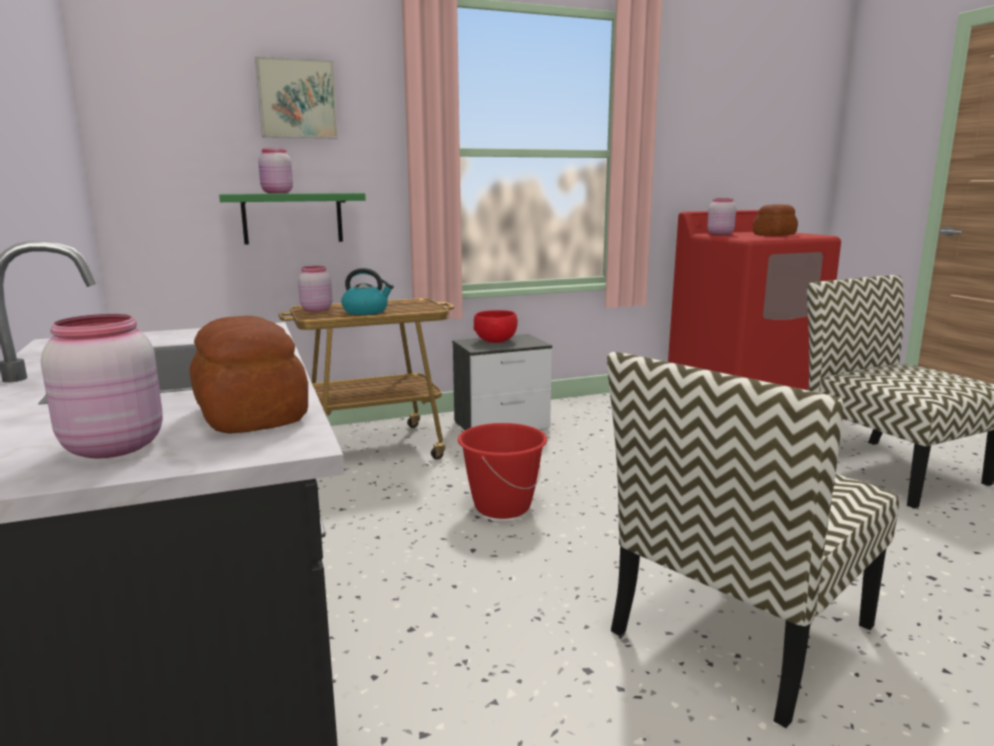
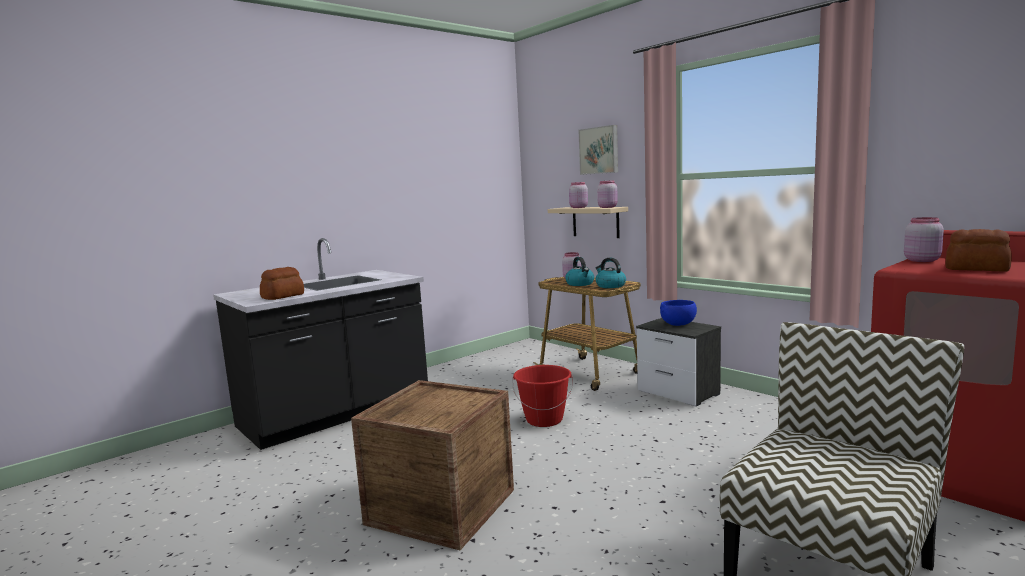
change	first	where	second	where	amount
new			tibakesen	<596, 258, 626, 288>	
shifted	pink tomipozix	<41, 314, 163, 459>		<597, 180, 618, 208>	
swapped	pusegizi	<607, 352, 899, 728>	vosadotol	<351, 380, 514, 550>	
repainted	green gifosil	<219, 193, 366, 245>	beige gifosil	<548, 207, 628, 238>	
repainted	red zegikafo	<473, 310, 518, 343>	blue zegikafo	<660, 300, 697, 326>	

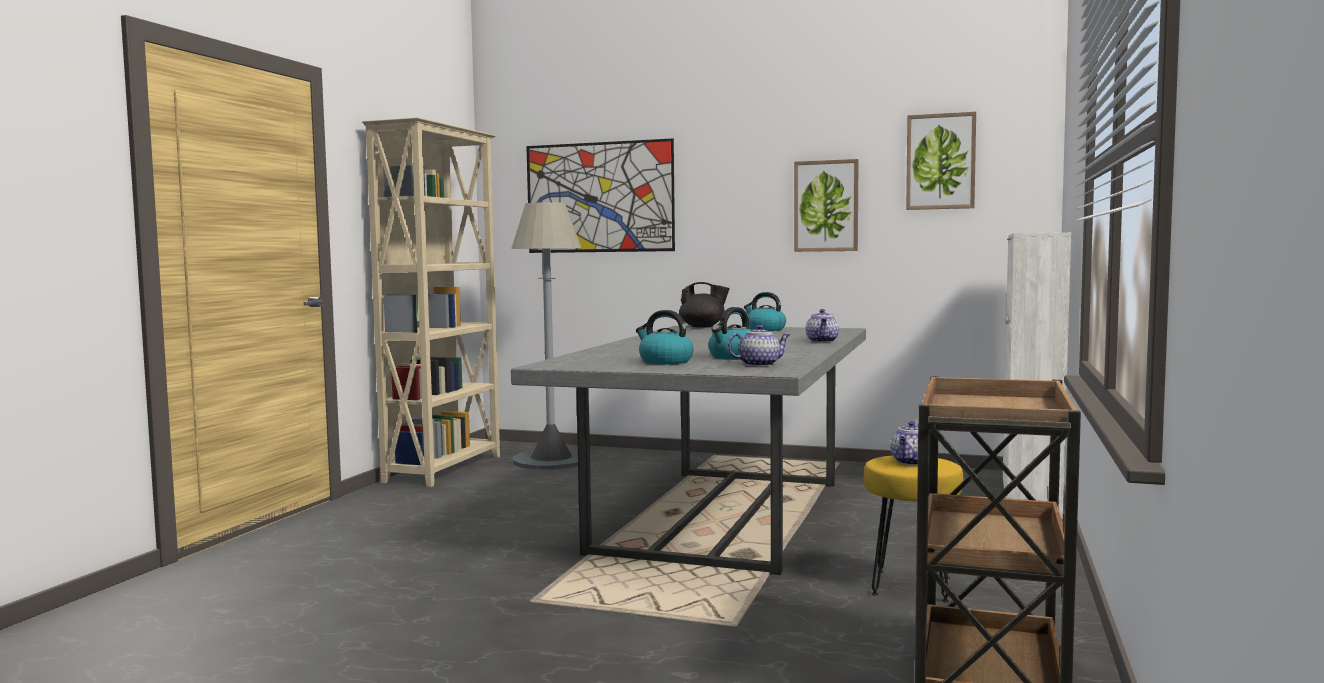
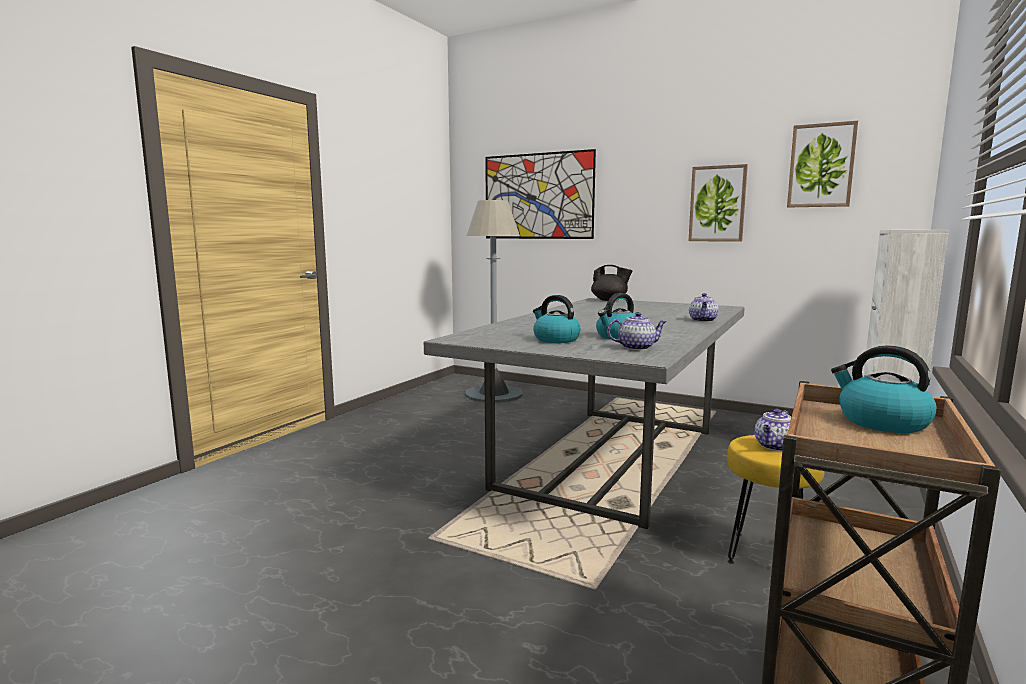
change	first	where	second	where	amount
gone	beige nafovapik	<362, 117, 500, 487>			
shifted	tibakesen	<744, 292, 786, 331>		<831, 345, 937, 433>	

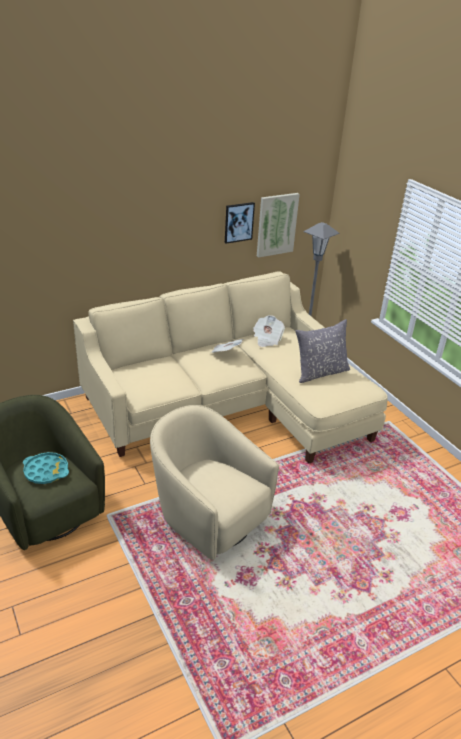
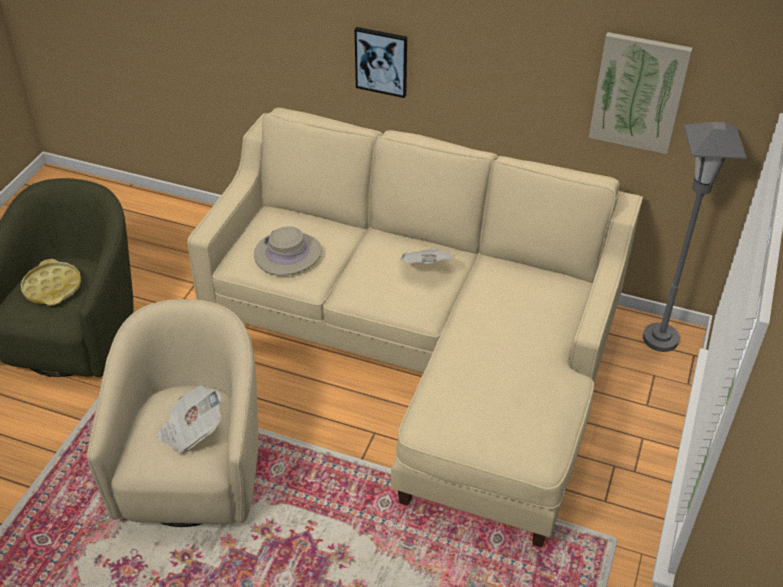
change	first	where	second	where	amount
gone	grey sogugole	<296, 319, 350, 383>			
new			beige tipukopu	<254, 227, 322, 276>	
shifted	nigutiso	<225, 202, 255, 244>		<355, 27, 407, 98>	
shifted	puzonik	<253, 315, 285, 347>		<157, 386, 222, 454>	
repainted	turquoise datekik	<23, 452, 69, 484>	yellow datekik	<21, 259, 81, 306>	

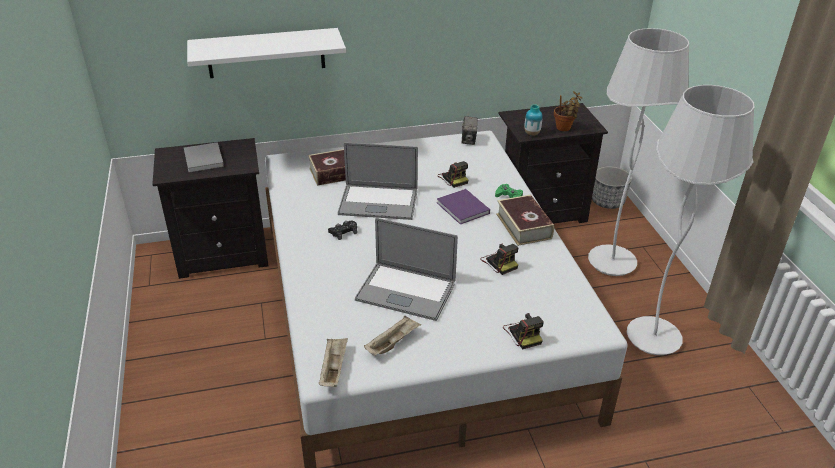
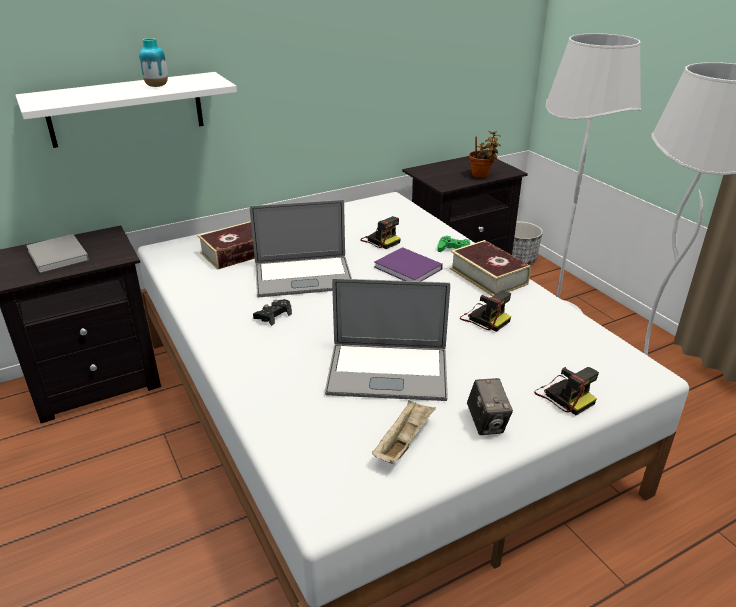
change	first	where	second	where	amount
gone	beige datekik	<319, 338, 348, 387>			
shifted	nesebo	<462, 116, 478, 145>		<467, 378, 513, 435>	
shifted	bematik	<525, 104, 542, 136>		<139, 38, 168, 87>	

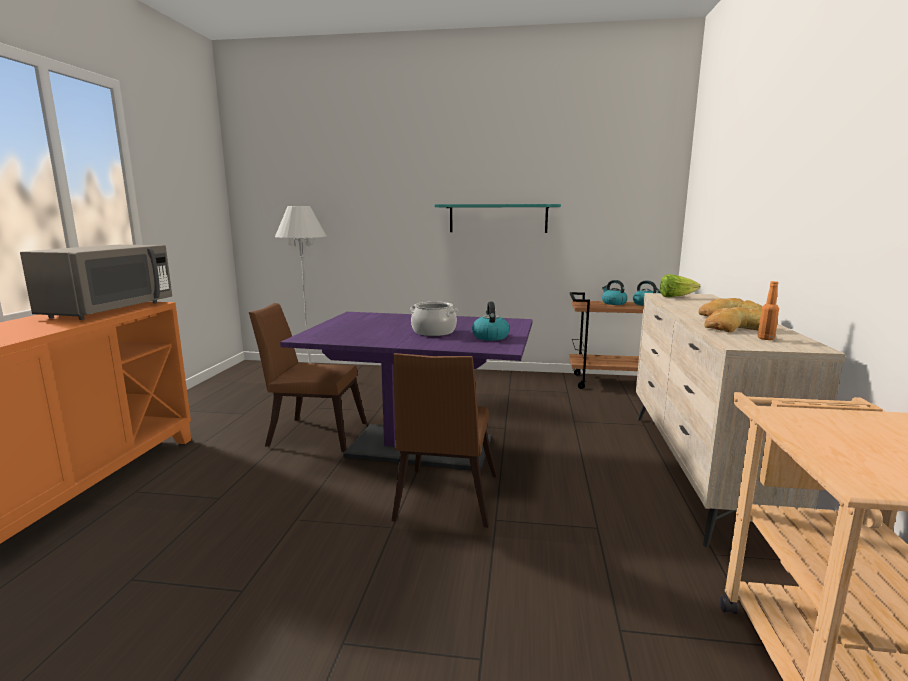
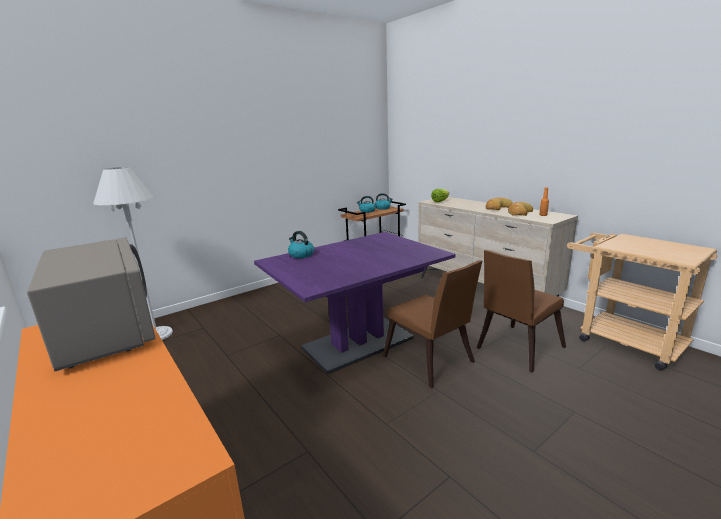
change	first	where	second	where	amount
gone	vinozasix	<410, 302, 458, 336>			
gone	turquoise gifosil	<435, 204, 561, 233>			
shifted	brown pusegizi	<249, 303, 367, 452>		<477, 250, 566, 372>	
shifted	tibakesen	<472, 302, 510, 341>		<288, 231, 314, 258>	

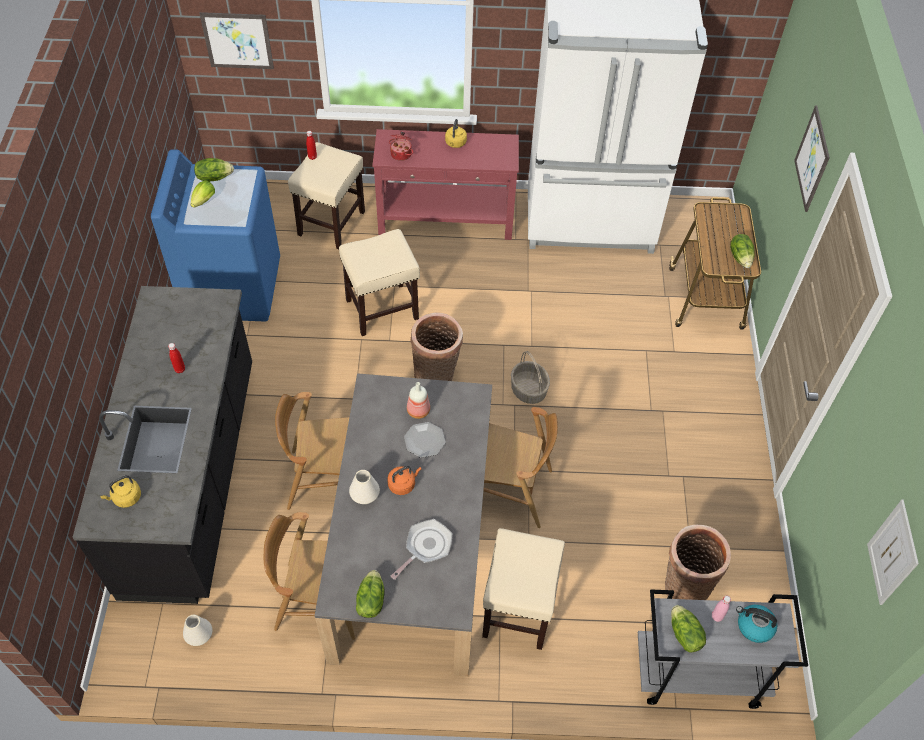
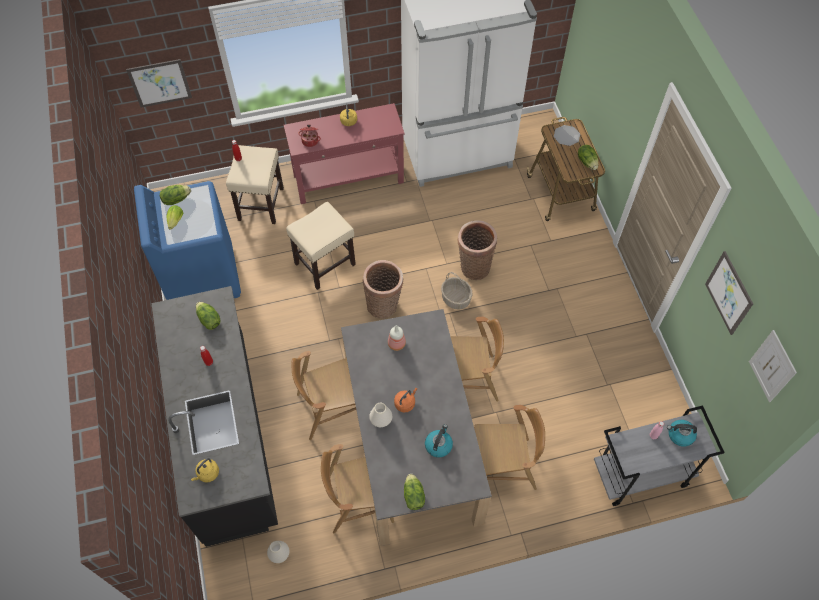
change	first	where	second	where	amount
shifted	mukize	<404, 422, 446, 458>		<554, 125, 580, 146>	
shifted	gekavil	<665, 525, 731, 600>		<458, 220, 497, 280>	
shifted	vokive	<671, 605, 706, 652>		<196, 302, 220, 330>	
shifted	nigutiso	<794, 106, 830, 212>		<705, 251, 753, 335>	
swapped	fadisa	<391, 519, 452, 580>	tibakesen	<425, 424, 453, 457>	
swapped	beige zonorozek	<482, 528, 565, 650>	brown pusegizi	<474, 405, 545, 490>	

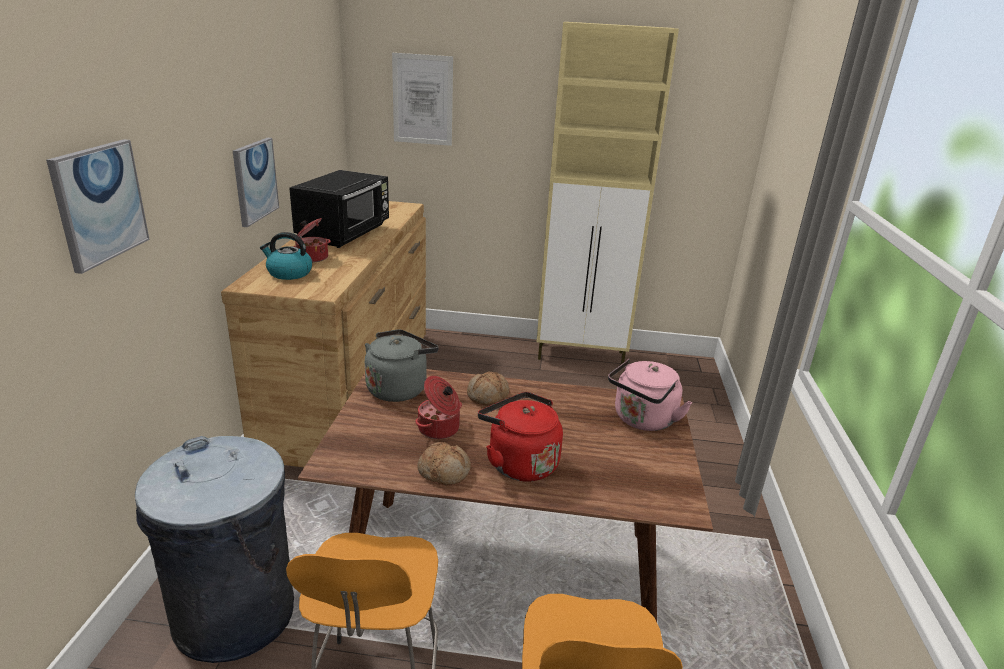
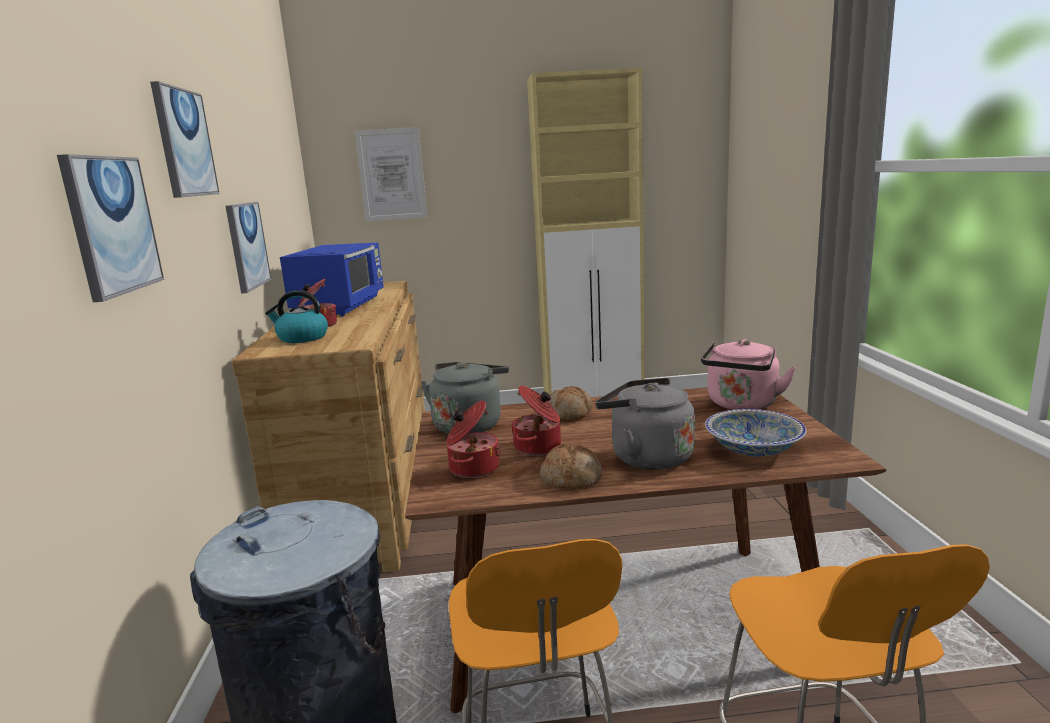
change	first	where	second	where	amount
new			nigutiso	<150, 81, 219, 198>	
new			vinozasix	<446, 400, 500, 478>	
new			zegikafo	<705, 409, 807, 457>	
repainted	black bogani	<289, 170, 389, 248>	blue bogani	<280, 243, 384, 316>	
repainted	red tibakesen	<478, 392, 563, 482>	grey tibakesen	<595, 378, 695, 470>	

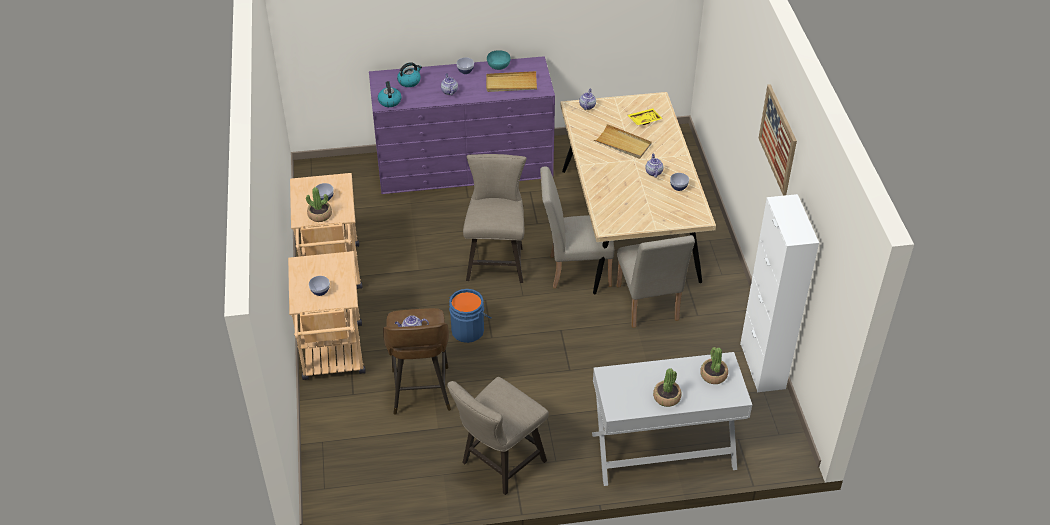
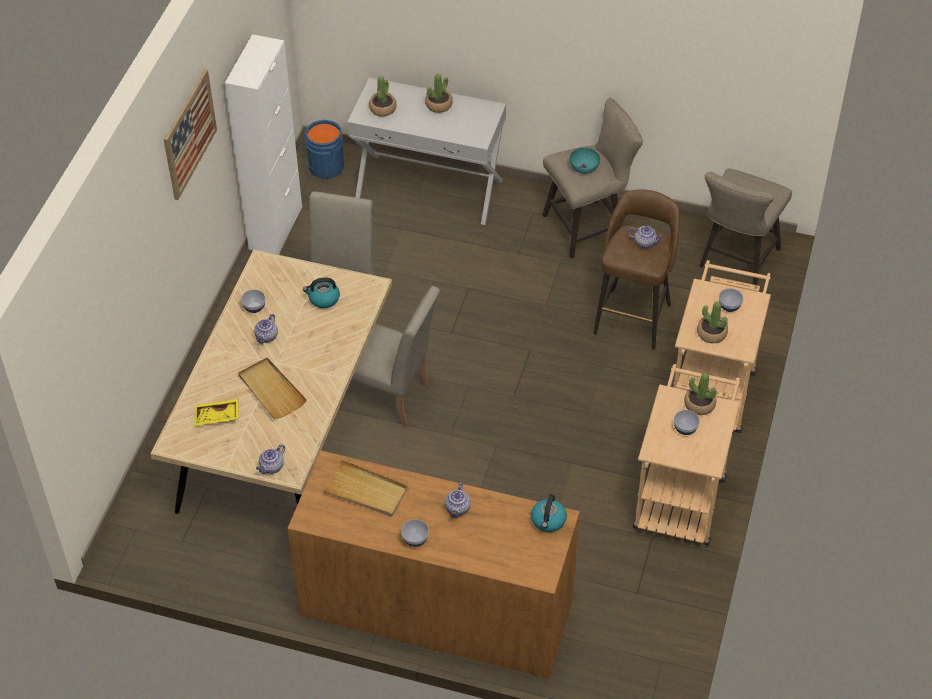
change	first	where	second	where	amount
new			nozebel	<697, 302, 728, 343>	
shifted	tibakesen	<397, 62, 422, 87>		<303, 278, 340, 308>	
shifted	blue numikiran	<449, 289, 492, 343>		<302, 120, 344, 179>	
shifted	beige zonorozek	<463, 154, 527, 283>		<700, 168, 792, 285>	
shifted	turquoise zegikafo	<487, 50, 511, 70>		<570, 148, 600, 174>	
repainted	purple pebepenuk	<369, 56, 555, 194>	brown pebepenuk	<287, 451, 580, 679>	

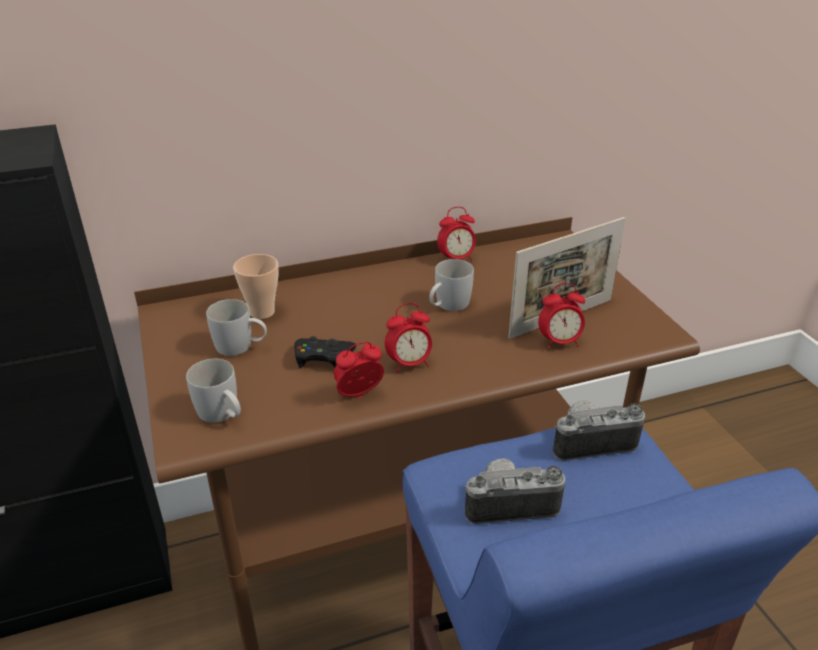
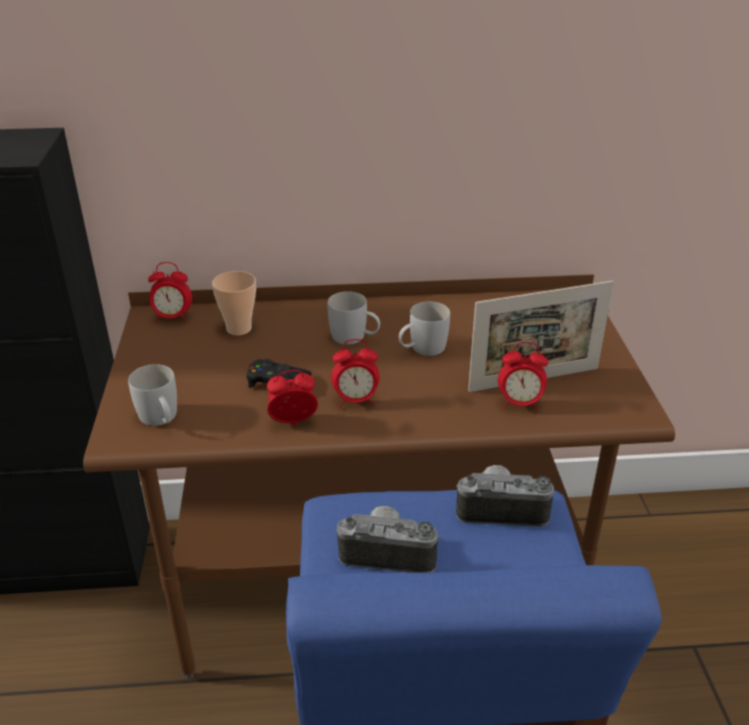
change	first	where	second	where	amount
shifted	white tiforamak	<206, 299, 267, 356>		<328, 291, 380, 345>	
shifted	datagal	<437, 207, 476, 261>		<148, 262, 192, 323>	

